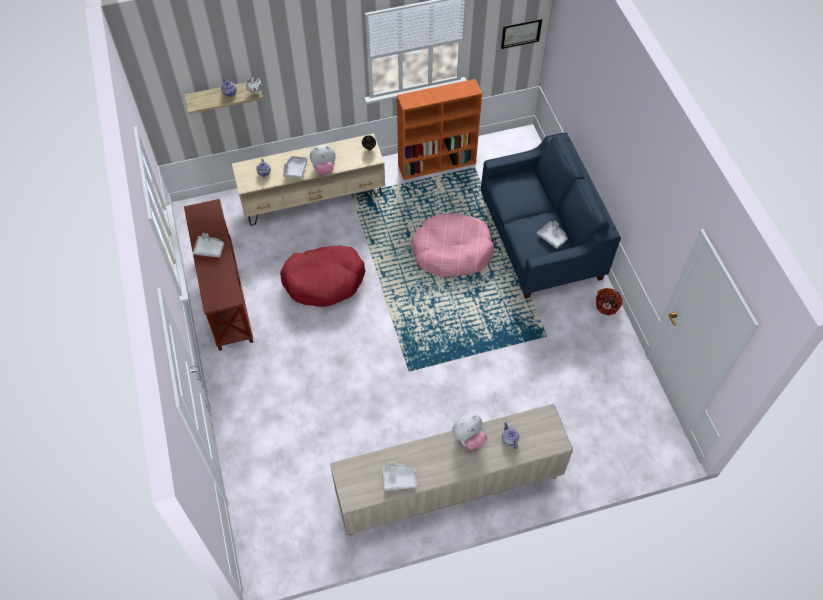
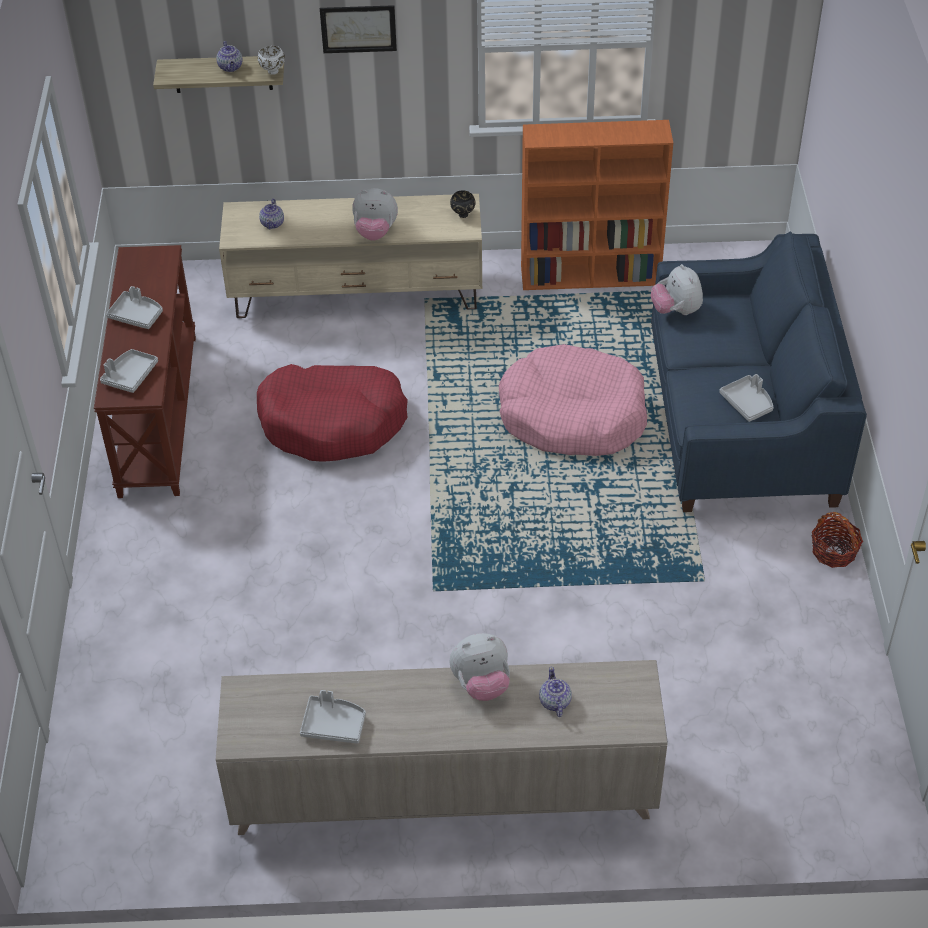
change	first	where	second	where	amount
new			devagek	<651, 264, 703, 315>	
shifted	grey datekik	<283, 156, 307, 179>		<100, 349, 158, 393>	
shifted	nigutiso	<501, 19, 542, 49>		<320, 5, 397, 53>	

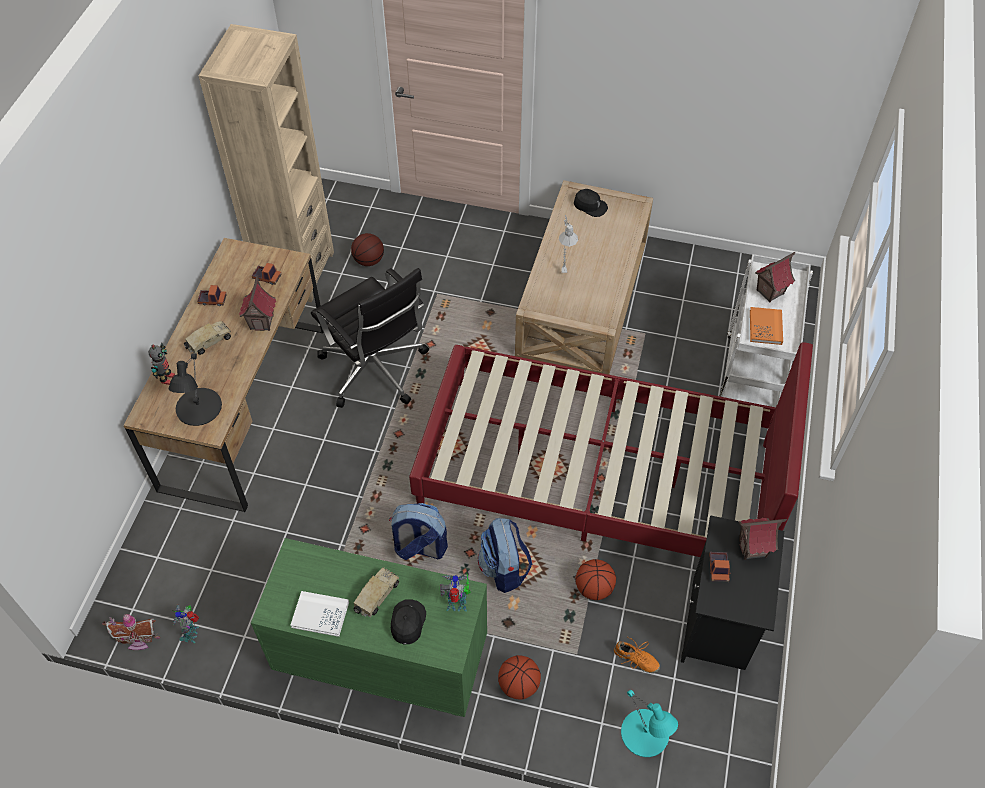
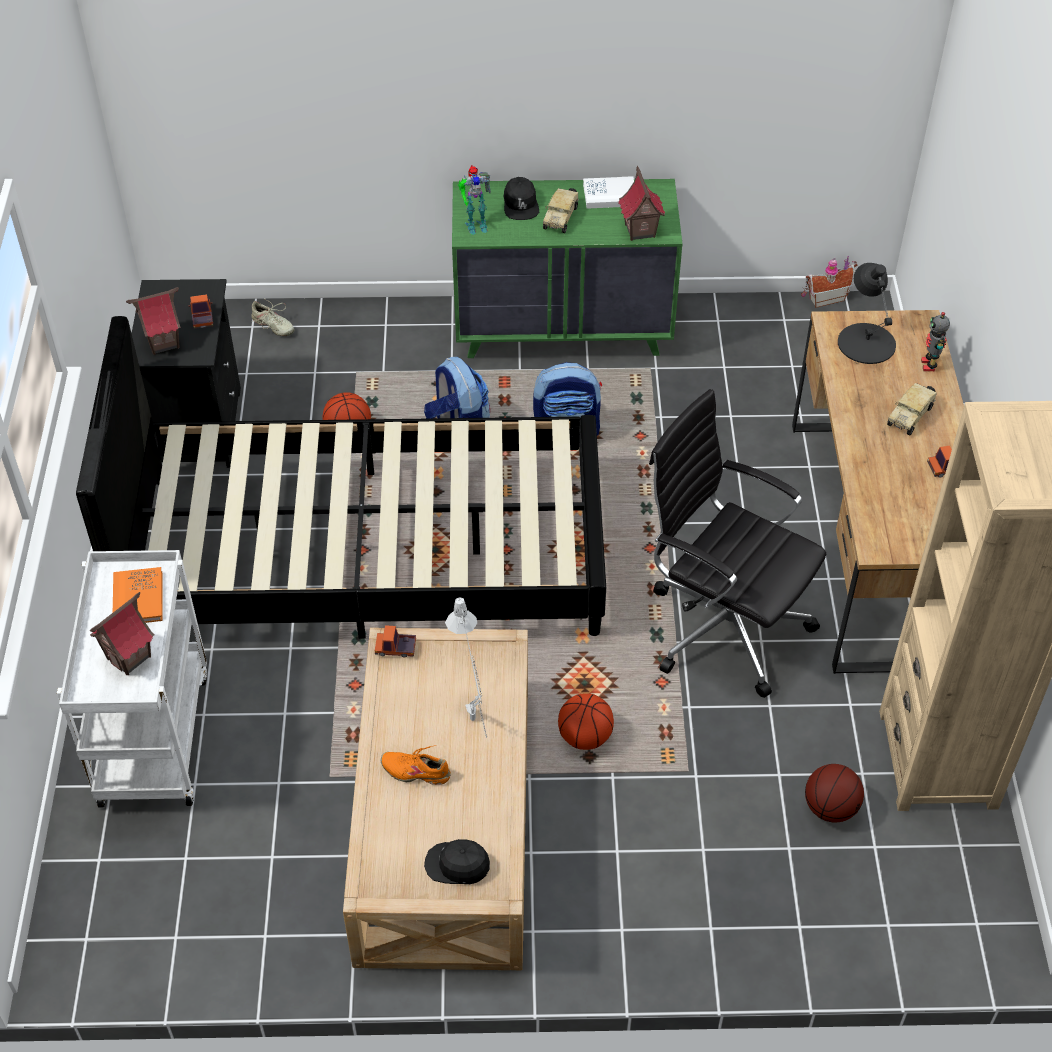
change	first	where	second	where	amount
gone	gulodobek	<171, 604, 199, 643>			
shifted	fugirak	<239, 276, 276, 331>		<618, 166, 665, 241>	
shifted	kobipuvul	<252, 263, 282, 285>		<375, 625, 416, 657>	
shifted	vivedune	<498, 655, 541, 700>		<558, 693, 614, 750>	
shifted	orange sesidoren	<614, 636, 660, 673>		<381, 745, 451, 785>	
swapped	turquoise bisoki	<621, 689, 678, 757>	beige sesidoren	<251, 299, 295, 336>	
repainted	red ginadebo	<409, 342, 813, 557>	black ginadebo	<76, 316, 606, 639>	

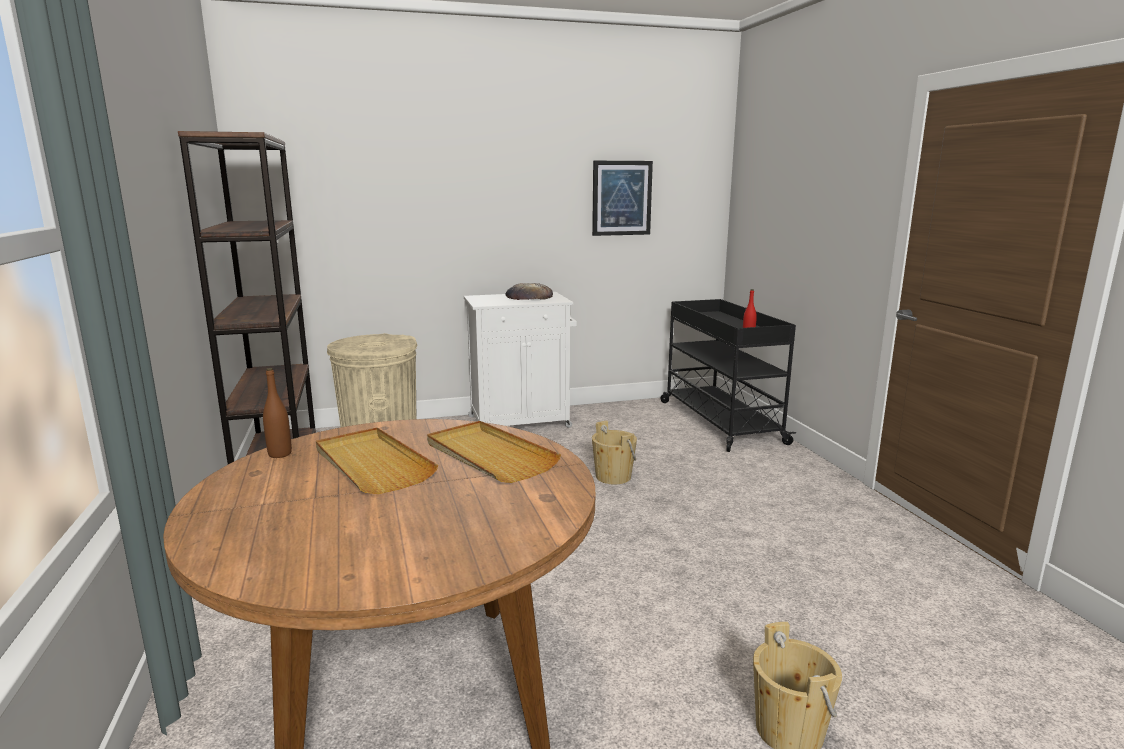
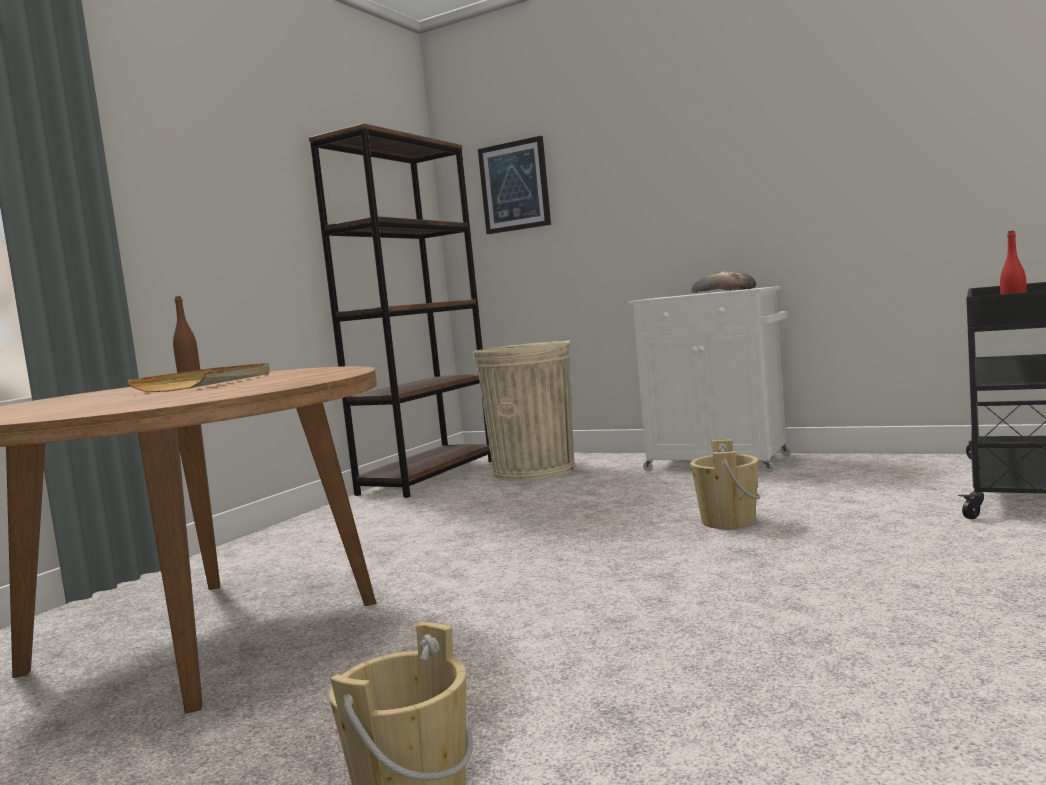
change	first	where	second	where	amount
gone	beige datekik	<427, 421, 561, 483>			
shifted	nigutiso	<592, 161, 653, 236>		<478, 136, 551, 234>	

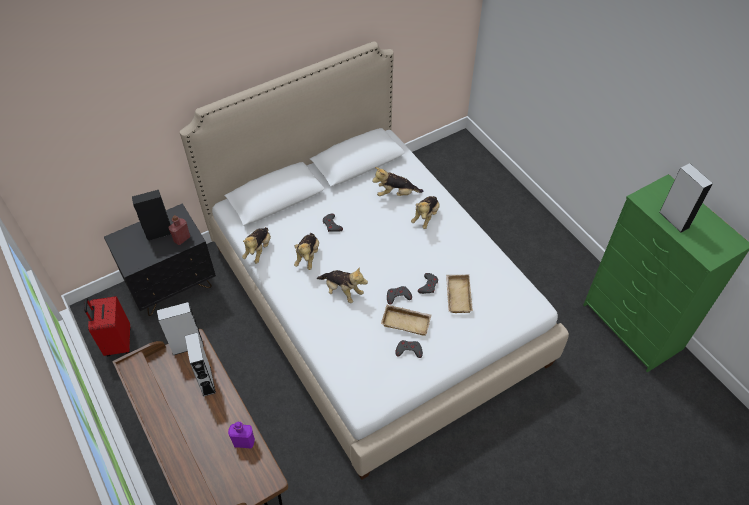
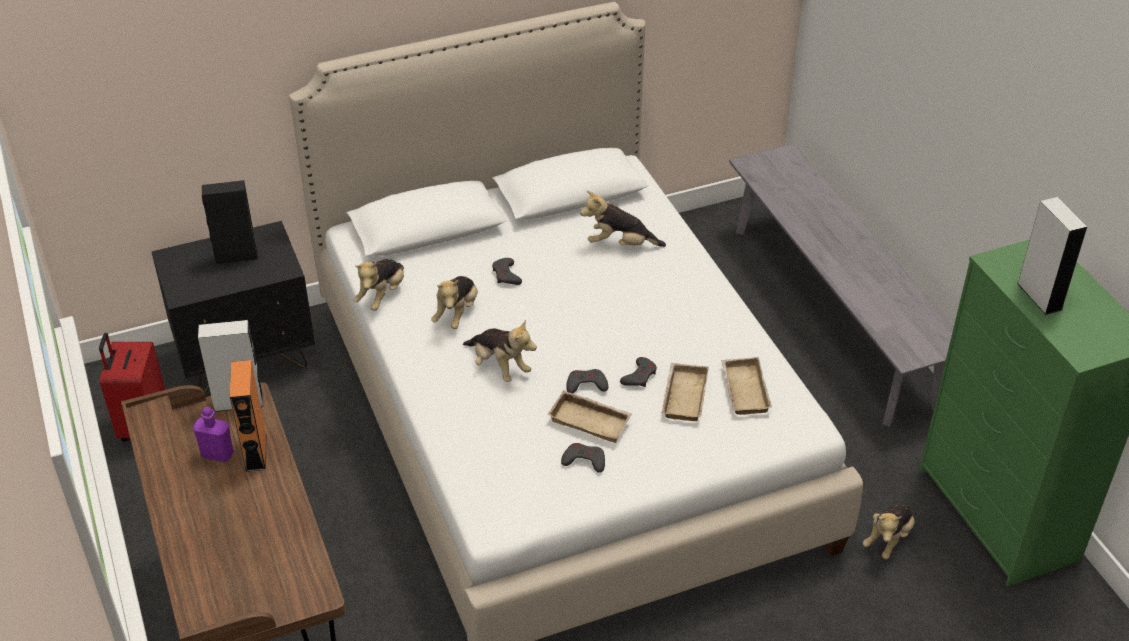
change	first	where	second	where	amount
gone	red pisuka	<168, 215, 190, 245>			
new			beige datekik	<721, 357, 772, 415>	
new			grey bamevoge	<729, 144, 954, 427>	
shifted	purple pisuka	<228, 422, 255, 448>		<193, 407, 234, 462>	
shifted	devagek	<411, 196, 440, 229>		<863, 505, 915, 559>	
repainted	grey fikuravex	<185, 332, 216, 397>	orange fikuravex	<230, 360, 266, 472>	

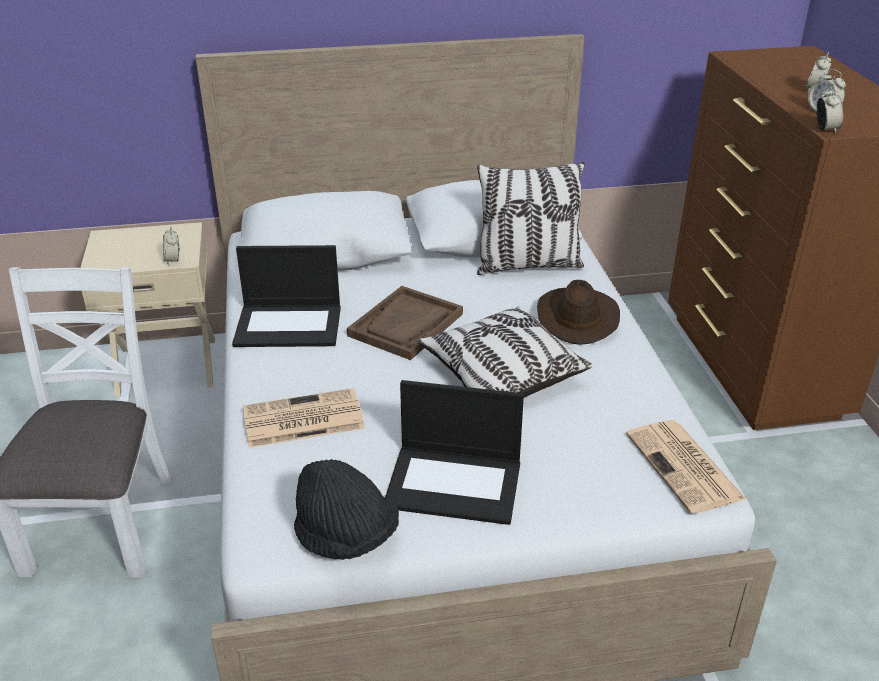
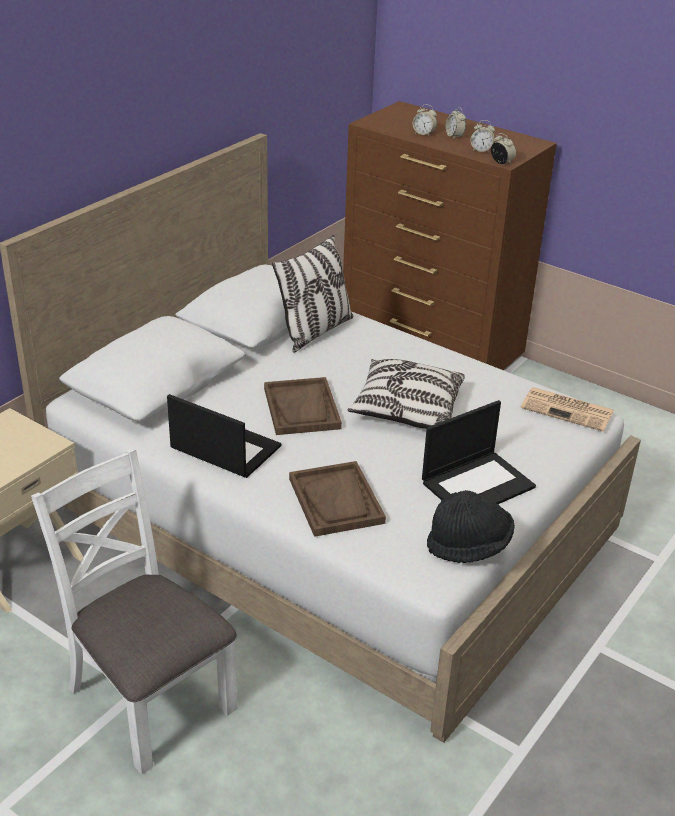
change	first	where	second	where	amount
gone	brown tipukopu	<537, 280, 620, 345>			
shifted	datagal	<163, 227, 180, 265>		<413, 105, 437, 137>	
swapped	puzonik	<243, 388, 365, 448>	brown datekik	<289, 461, 386, 537>	
rotated	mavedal	<232, 245, 341, 347>		<167, 394, 281, 478>	105 degrees counterclockwise

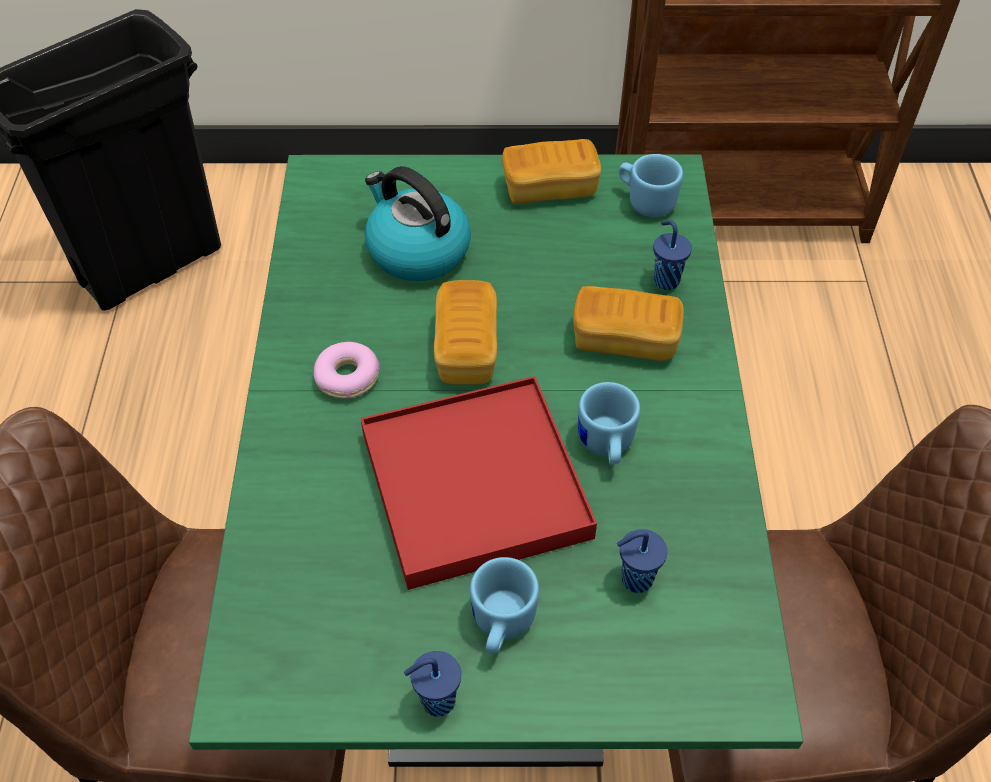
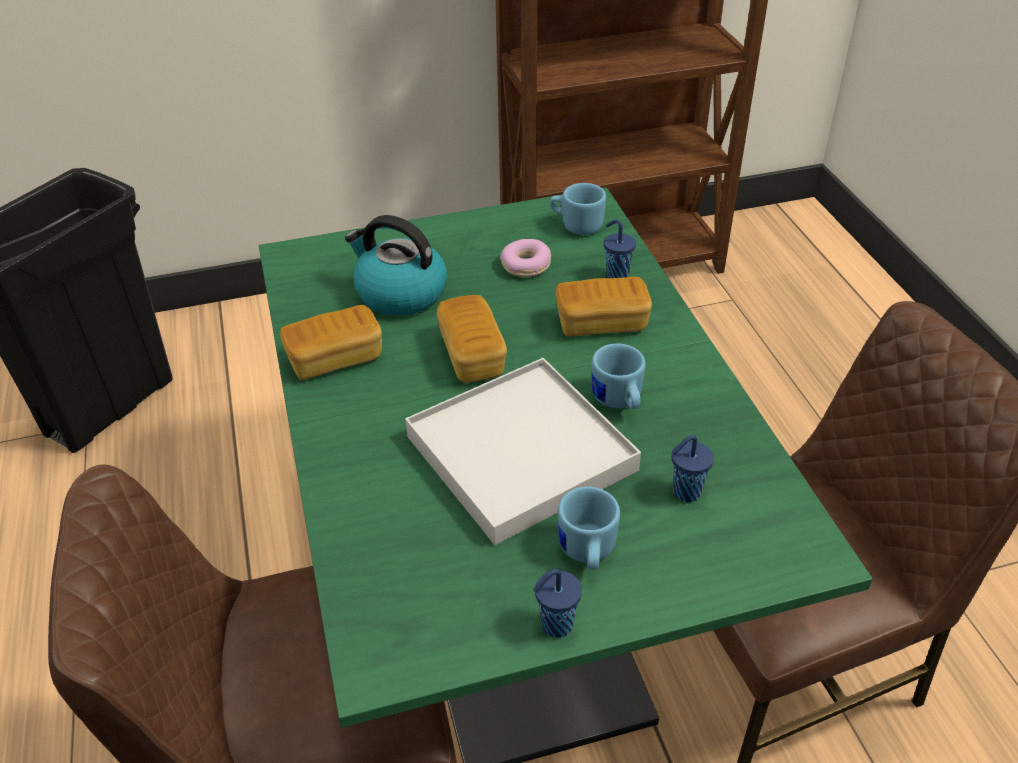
change	first	where	second	where	amount
shifted	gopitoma	<314, 342, 380, 399>		<500, 239, 551, 277>	
shifted	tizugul	<502, 139, 601, 204>		<280, 305, 382, 380>	
repainted	red datekik	<361, 376, 597, 590>	white datekik	<405, 358, 641, 545>	

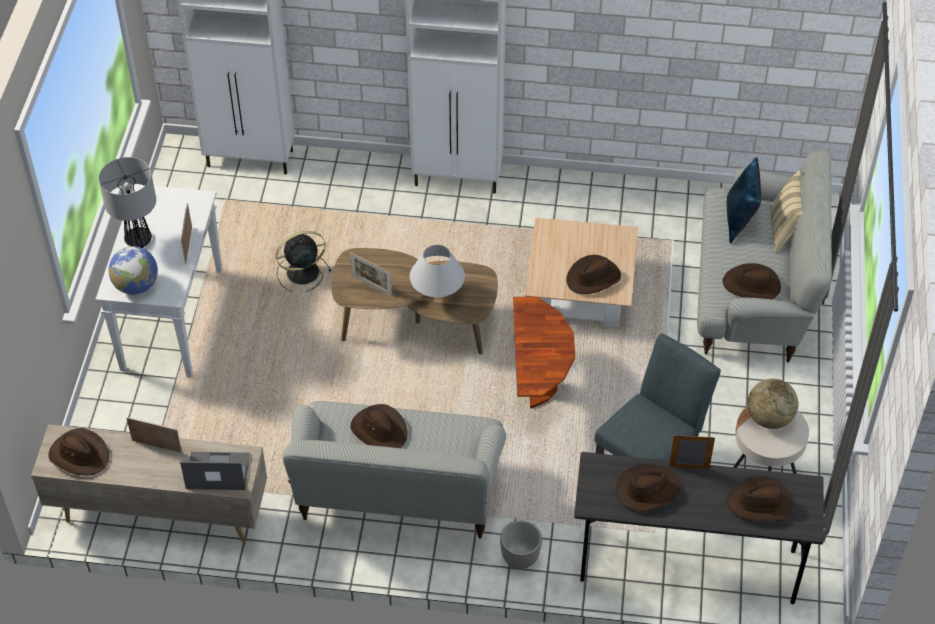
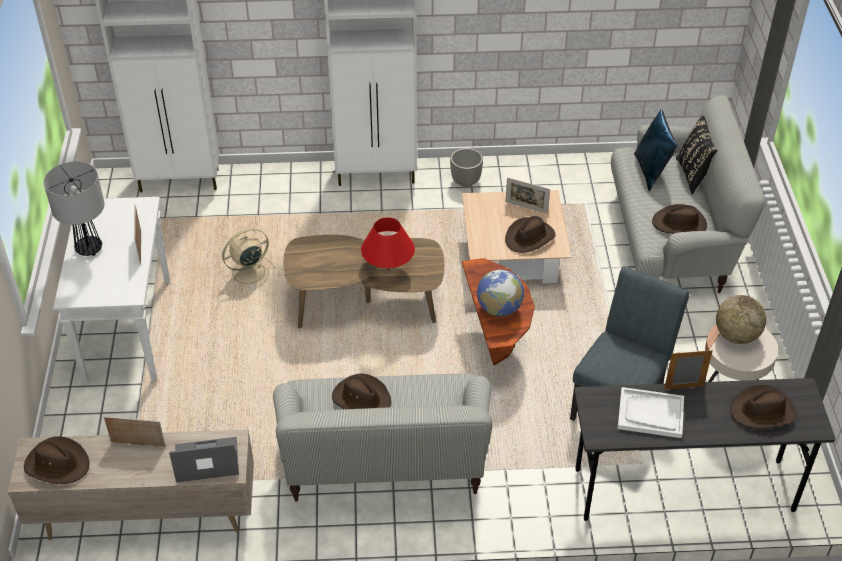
change	first	where	second	where	amount
shifted	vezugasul	<109, 246, 158, 295>		<477, 270, 524, 316>	
shifted	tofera	<350, 252, 392, 296>		<506, 177, 550, 214>	
shifted	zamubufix	<500, 520, 542, 569>		<450, 148, 483, 187>	
swapped	brown tipukopu	<616, 464, 681, 512>	white datekik	<618, 387, 684, 438>	
repainted	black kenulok	<276, 231, 332, 292>	beige kenulok	<222, 228, 276, 291>	
repainted	white bisoki	<410, 245, 465, 297>	red bisoki	<361, 217, 415, 271>	
repainted	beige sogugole	<771, 170, 803, 253>	black sogugole	<676, 116, 718, 194>	

